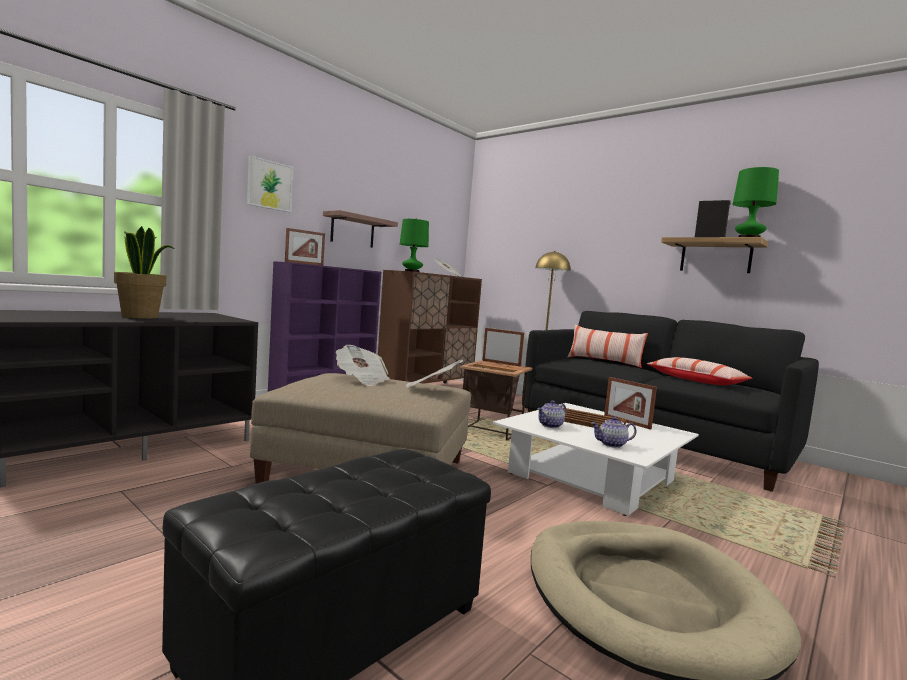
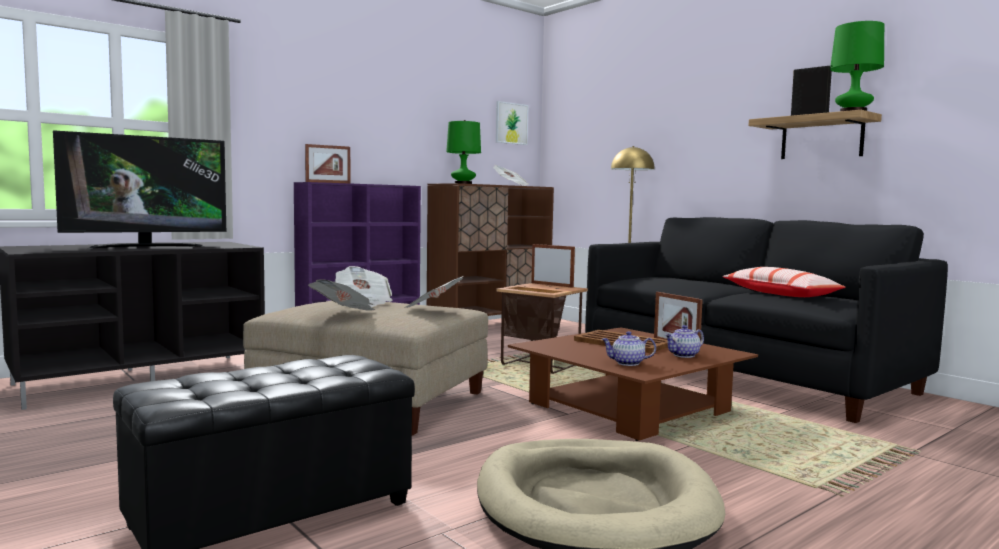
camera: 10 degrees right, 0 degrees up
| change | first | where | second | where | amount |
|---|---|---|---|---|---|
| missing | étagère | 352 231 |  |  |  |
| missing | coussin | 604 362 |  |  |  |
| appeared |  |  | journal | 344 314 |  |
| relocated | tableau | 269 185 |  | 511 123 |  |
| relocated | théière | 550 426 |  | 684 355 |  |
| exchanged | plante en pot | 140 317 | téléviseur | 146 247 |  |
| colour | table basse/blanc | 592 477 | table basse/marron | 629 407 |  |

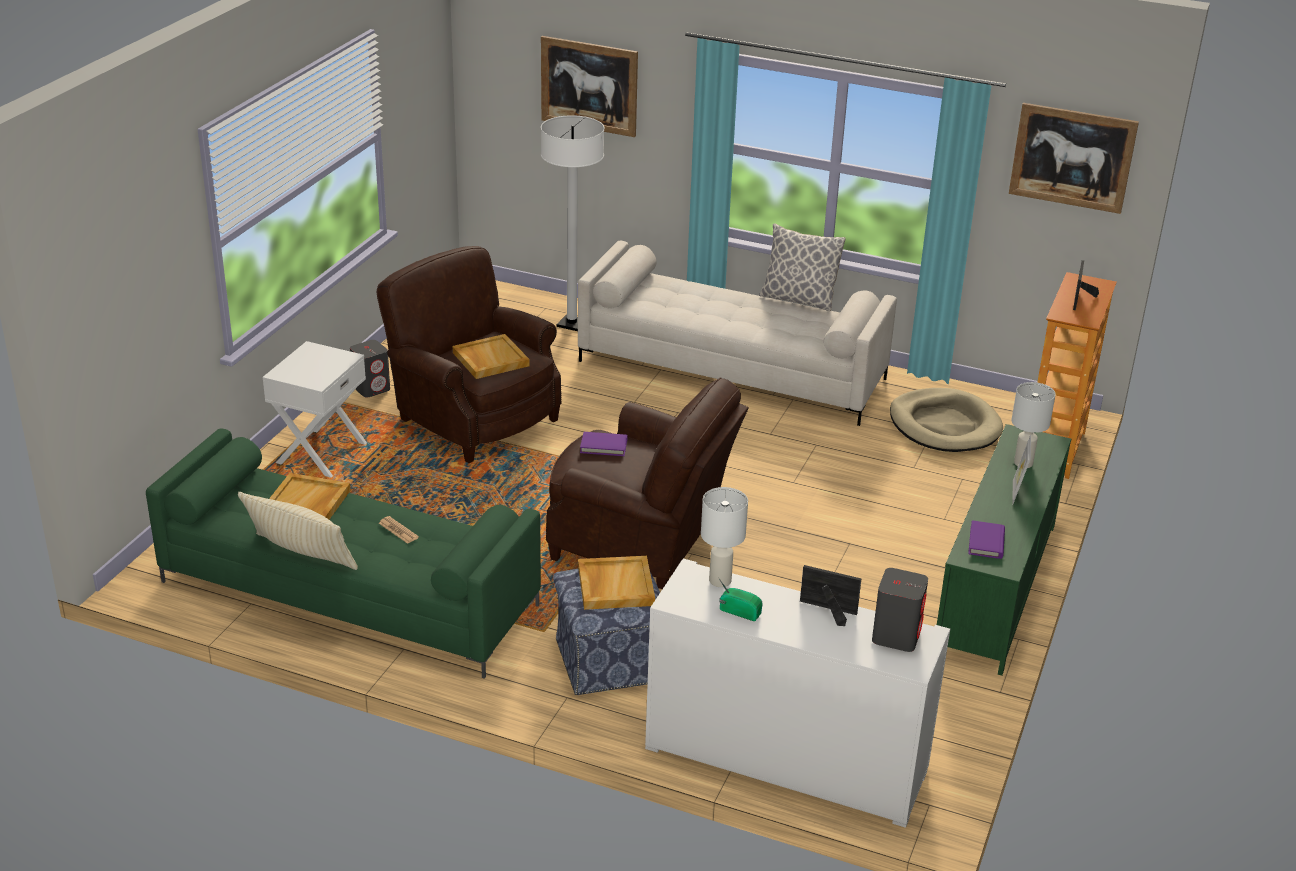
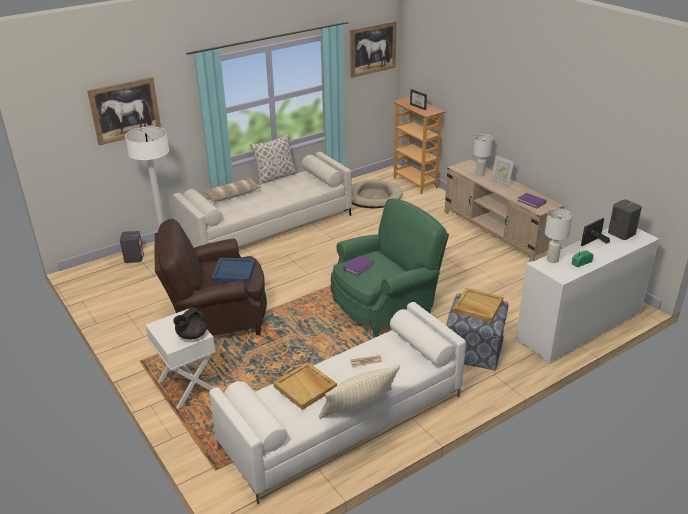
camera: 55 degrees left, 0 degrees up
| change | first | where | second | where | amount |
|---|---|---|---|---|---|
| appeared |  |  | théière/noir | 191 335 |  |
| appeared |  |  | coussin | 232 195 |  |
| relocated | enceinte/gris | 372 388 |  | 134 258 |  |
| colour | canapé/vert | 347 594 | canapé/blanc | 343 423 |  |
| colour | plateau/beige | 490 359 | plateau/bleu | 233 272 |  |
| colour | fauteuil/marron | 641 543 | fauteuil/vert | 386 306 |  |
| colour | meuble télé/vert | 996 588 | meuble télé/beige | 497 232 |  |

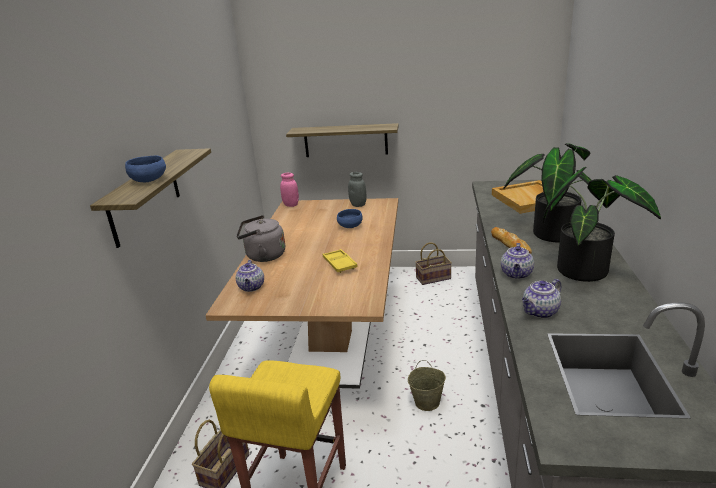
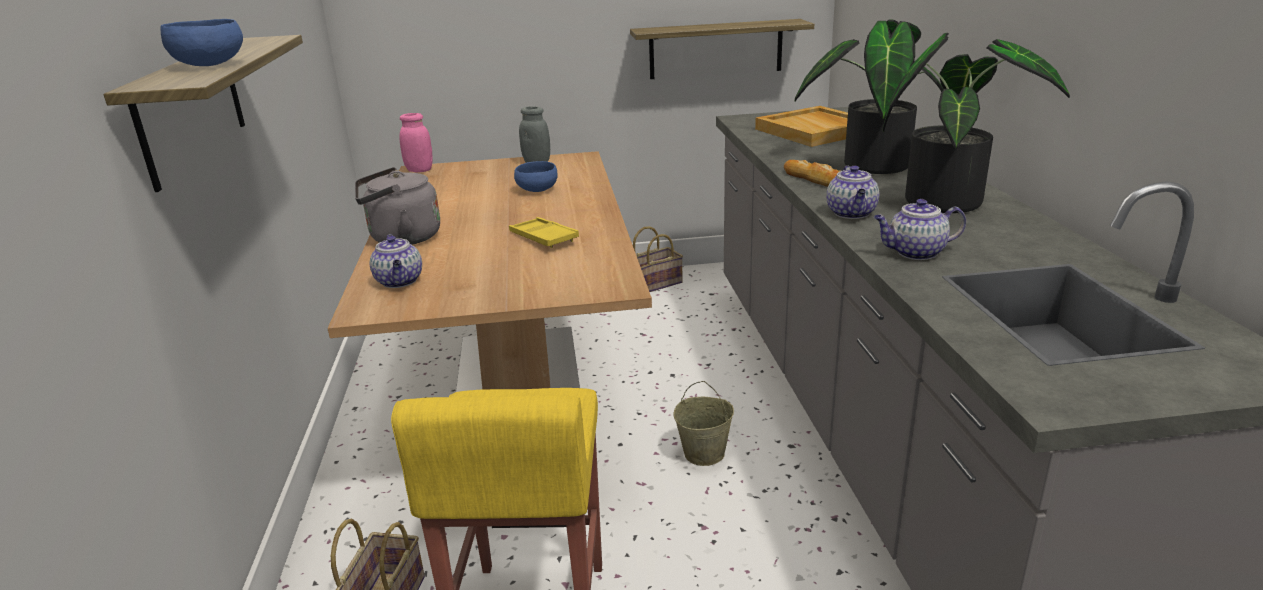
camera: 15 degrees left, 0 degrees up
| change | first | where | second | where | amount |
|---|---|---|---|---|---|
| relocated | étagère | 345 140 |  | 716 49 |  |
| spun | théière | 540 312 |  | 915 253 | 45 degrees clockwise |

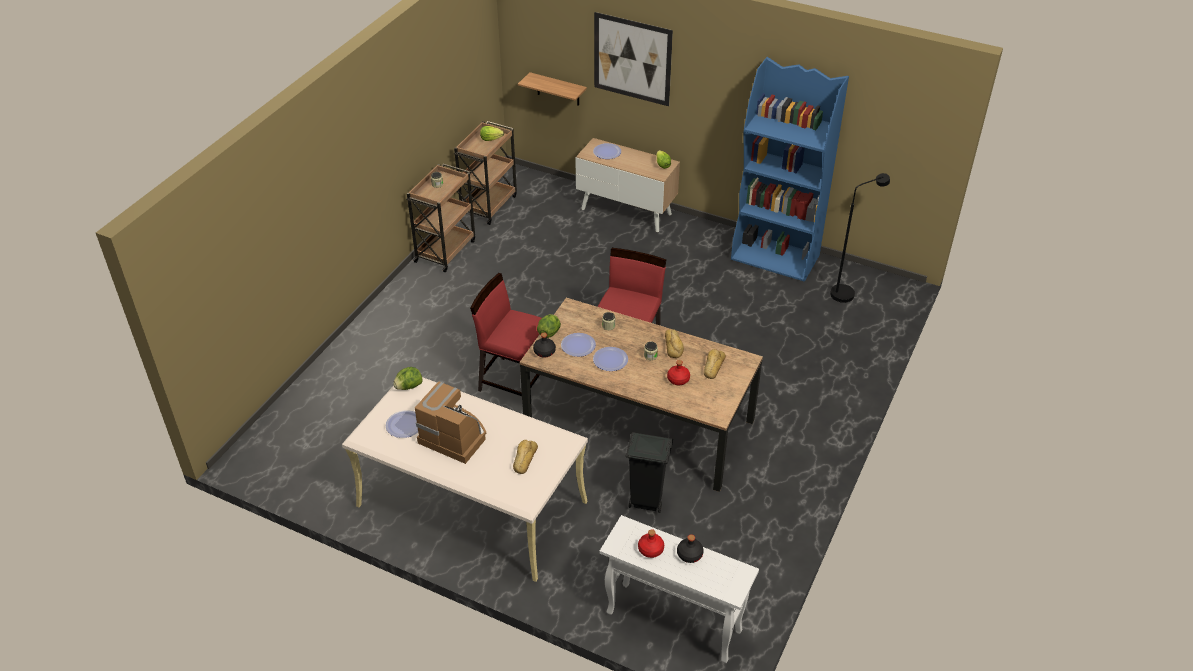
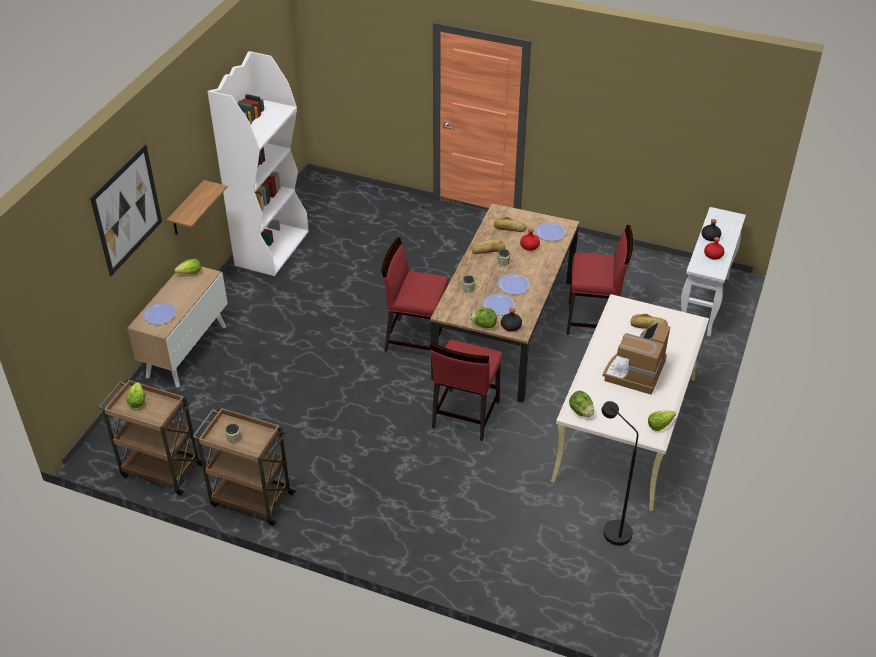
camera: 95 degrees left, 0 degrees up
| change | first | where | second | where | amount |
|---|---|---|---|---|---|
| appeared |  |  | laitue | 659 425 |  |
| relocated | assiette | 404 425 |  | 550 232 |  |
| relocated | étagère | 558 89 |  | 187 209 |  |
| relocated | lampadaire/noir | 847 292 |  | 611 528 |  |
| exchanged | poubelle/noir | 646 502 | chaise/rouge | 594 320 |  |
| colour | bibliothèque/bleu | 776 257 | bibliothèque/blanc | 272 248 |  |

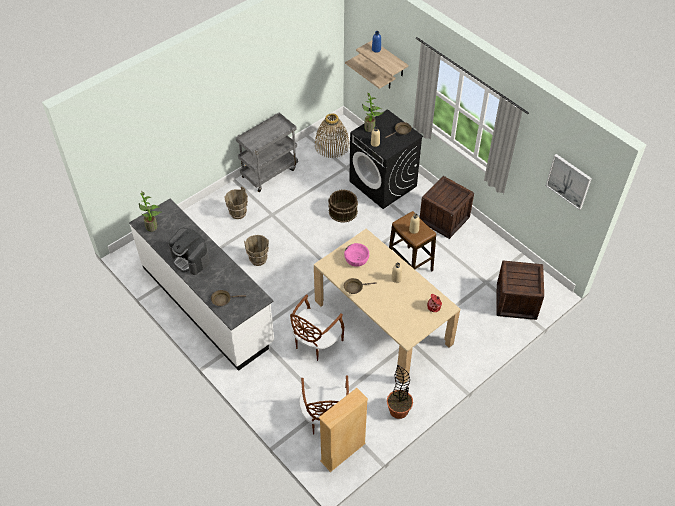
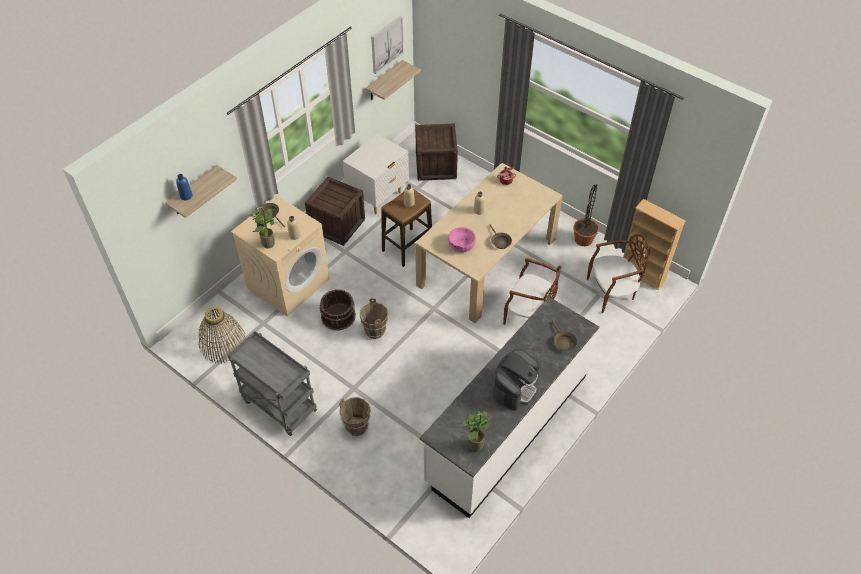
camera: 100 degrees left, 0 degrees up
| change | first | where | second | where | amount |
|---|---|---|---|---|---|
| appeared |  |  | table de chevet/blanc | 378 197 |  |
| relocated | seau/marron | 258 259 |  | 375 331 |  |
| relocated | étagère | 377 72 |  | 384 81 |  |
| colour | lave-linge/noir | 383 184 | lave-linge/beige | 288 283 |  |

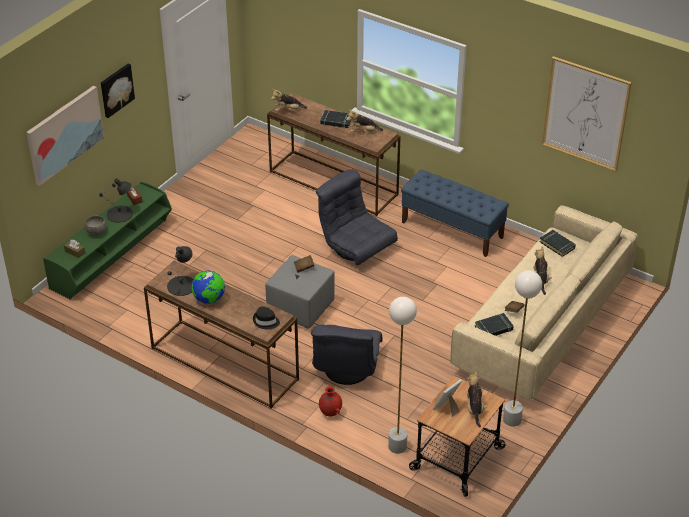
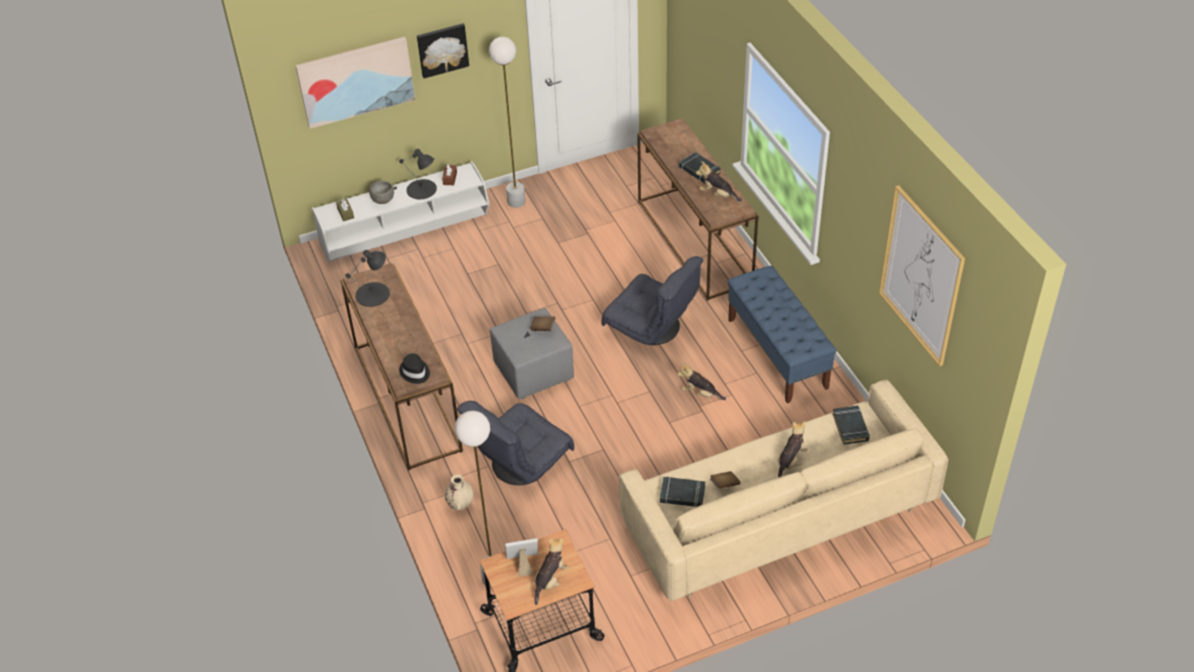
camera: 35 degrees right, 5 degrees up
| change | first | where | second | where | amount |
|---|---|---|---|---|---|
| missing | globe | 209 299 |  |  |  |
| relocated | peluche | 288 110 |  | 700 393 |  |
| relocated | lampadaire/blanc | 512 420 |  | 516 202 |  |
| colour | meuble télé/vert | 113 255 | meuble télé/blanc | 406 231 |  |
| colour | vase/rouge | 330 413 | vase/beige | 460 505 |  |
| spun | fauteuil/gris | 356 247 |  | 652 328 | 135 degrees clockwise |

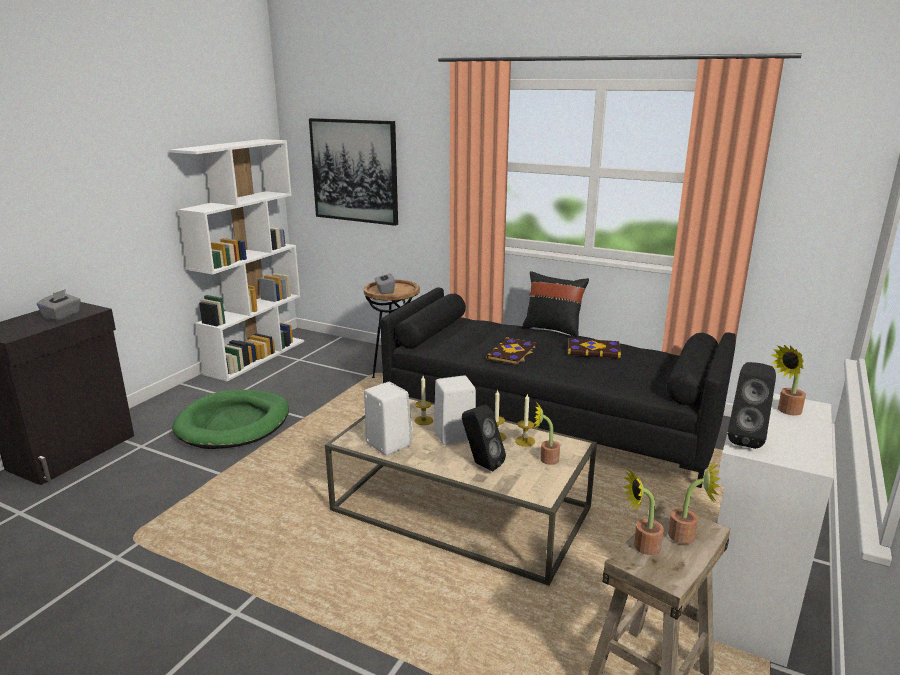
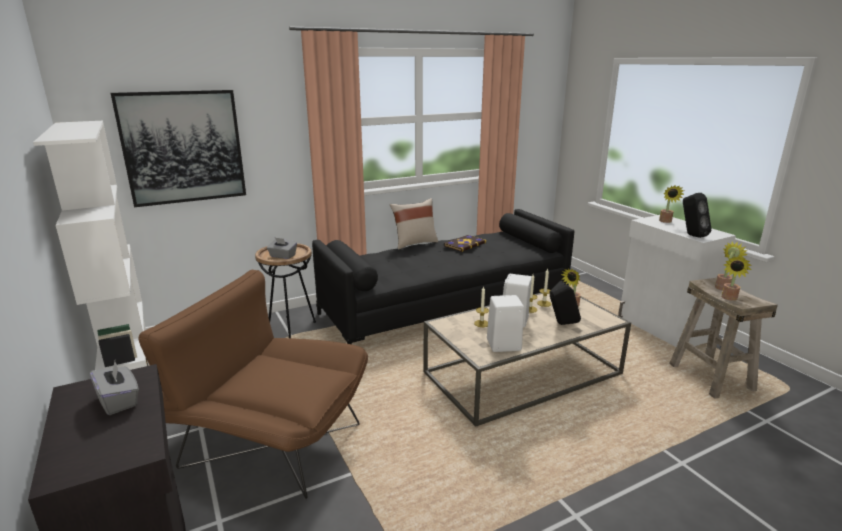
camera: 55 degrees left, 0 degrees up
| change | first | where | second | where | amount |
|---|---|---|---|---|---|
| missing | livre | 512 353 |  |  |  |
| exchanged | panier pour chien/vert | 234 423 | fauteuil/marron | 262 440 |  |
| colour | coussin/noir | 553 329 | coussin/beige | 414 243 |  |

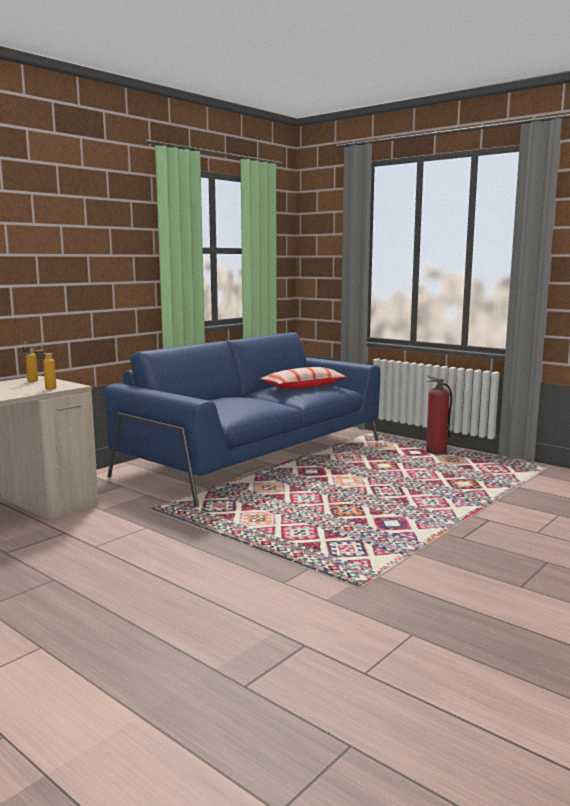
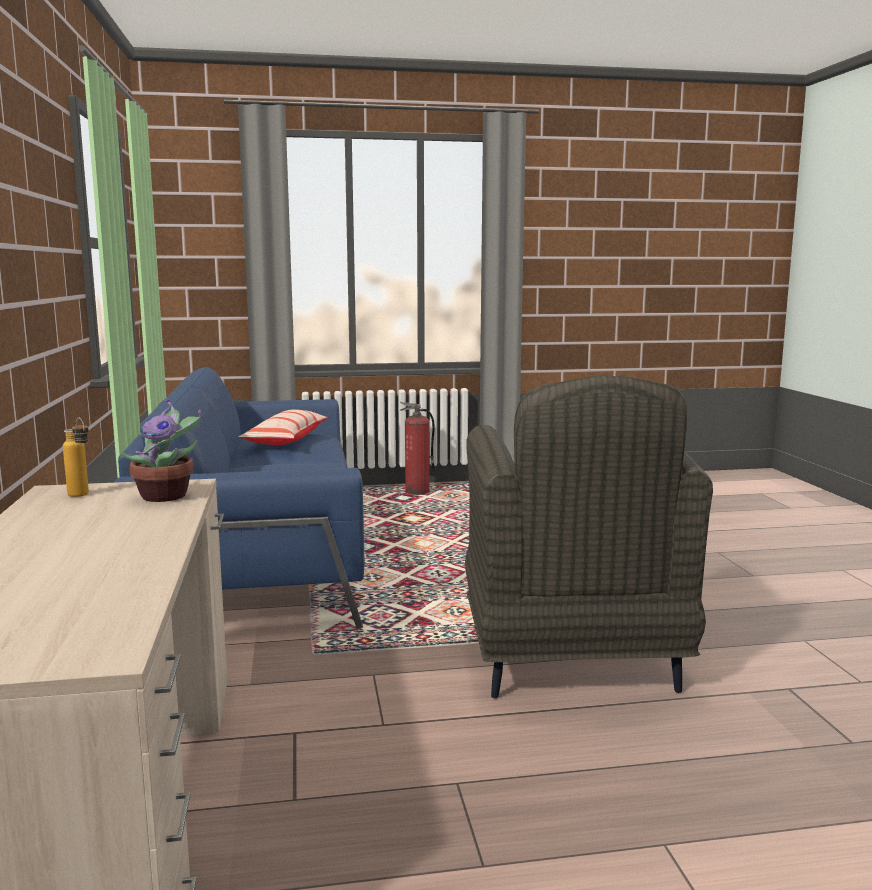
camera: 50 degrees left, 0 degrees up
| change | first | where | second | where | amount |
|---|---|---|---|---|---|
| appeared |  |  | fauteuil/gris | 571 660 |  |
| exchanged | bouteille | 46 388 | plante en pot | 167 496 |  |

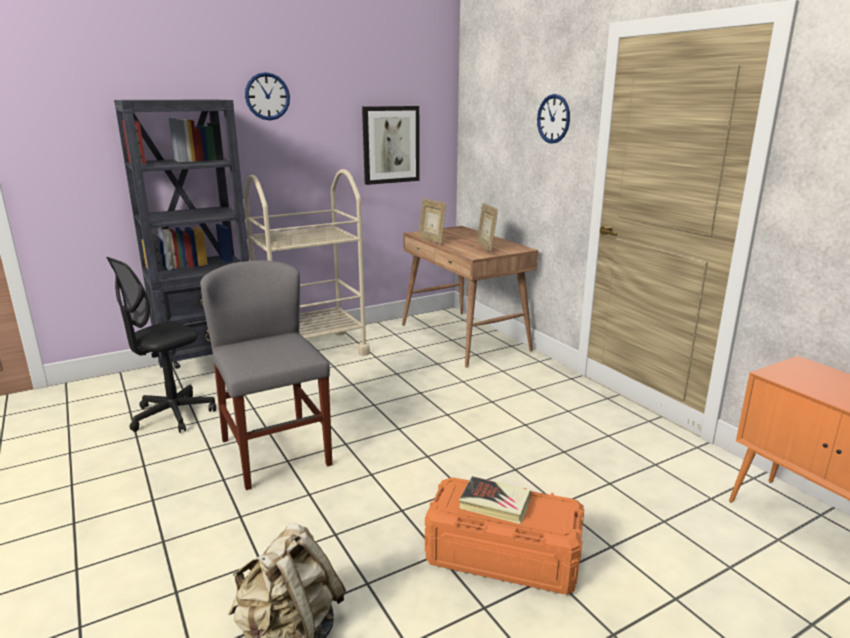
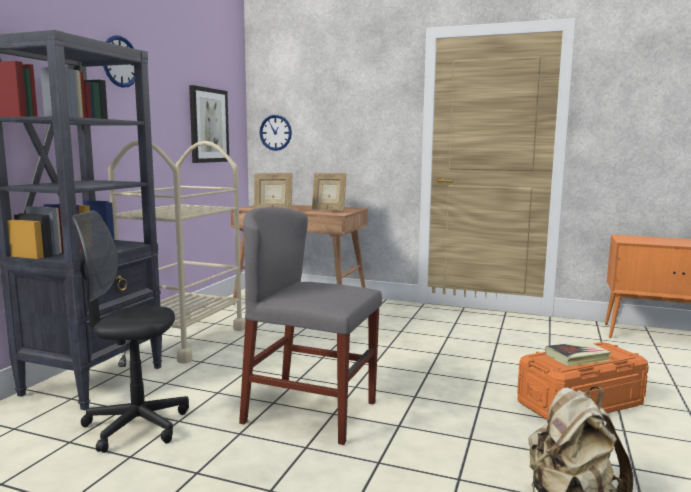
camera: 40 degrees left, 10 degrees down
| change | first | where | second | where | amount |
|---|---|---|---|---|---|
| relocated | horloge murale | 553 119 |  | 275 132 |  |
| spun | chaise de bureau/noir | 173 415 |  | 136 426 | 90 degrees clockwise |

